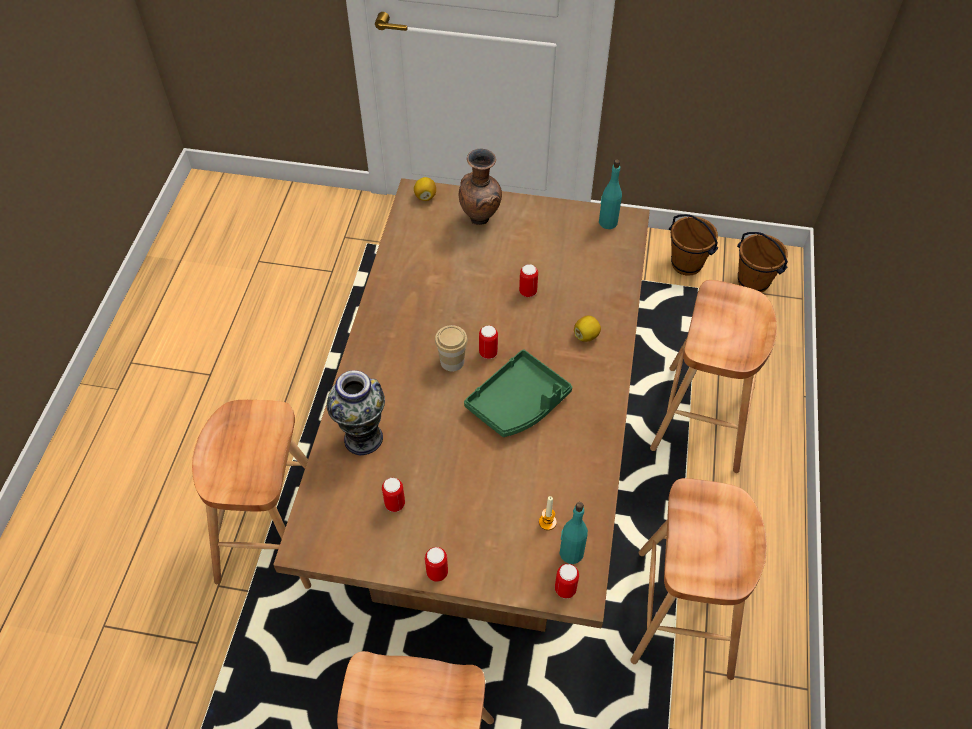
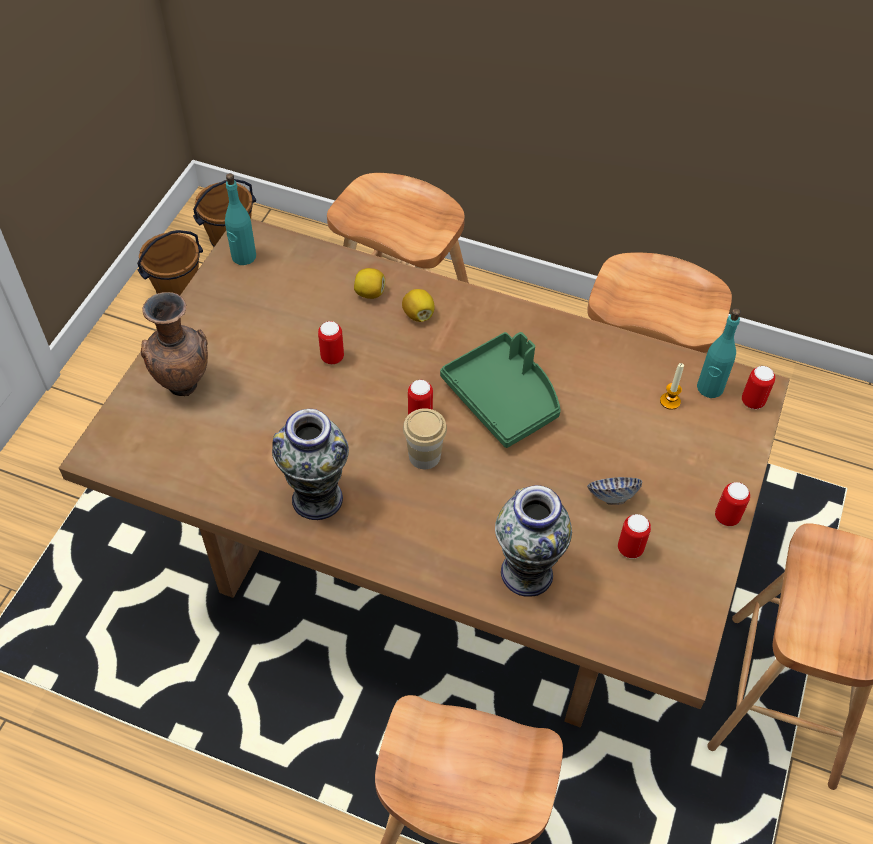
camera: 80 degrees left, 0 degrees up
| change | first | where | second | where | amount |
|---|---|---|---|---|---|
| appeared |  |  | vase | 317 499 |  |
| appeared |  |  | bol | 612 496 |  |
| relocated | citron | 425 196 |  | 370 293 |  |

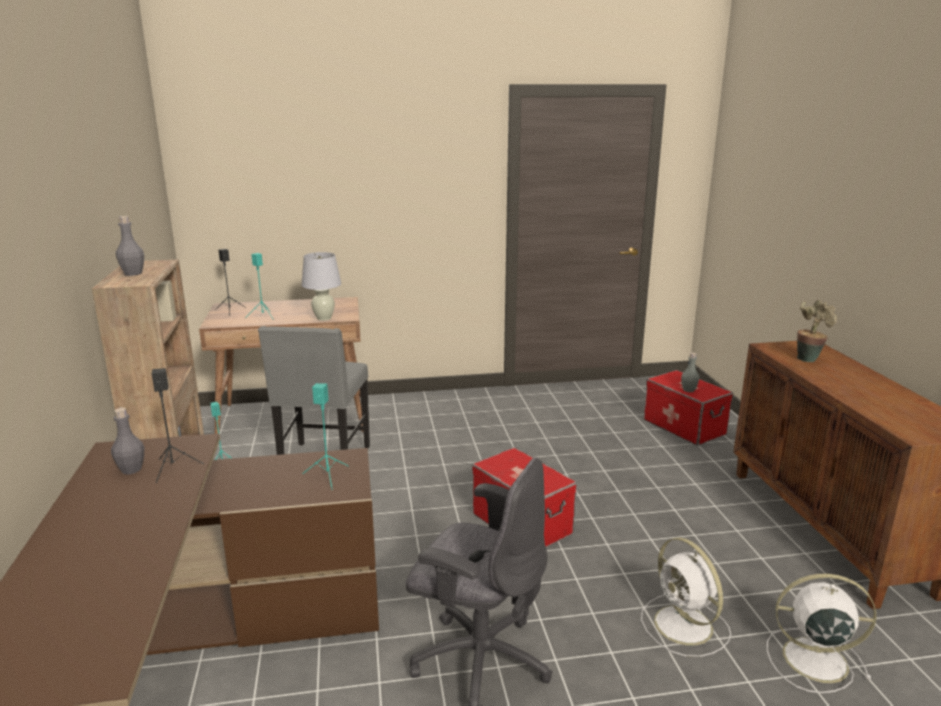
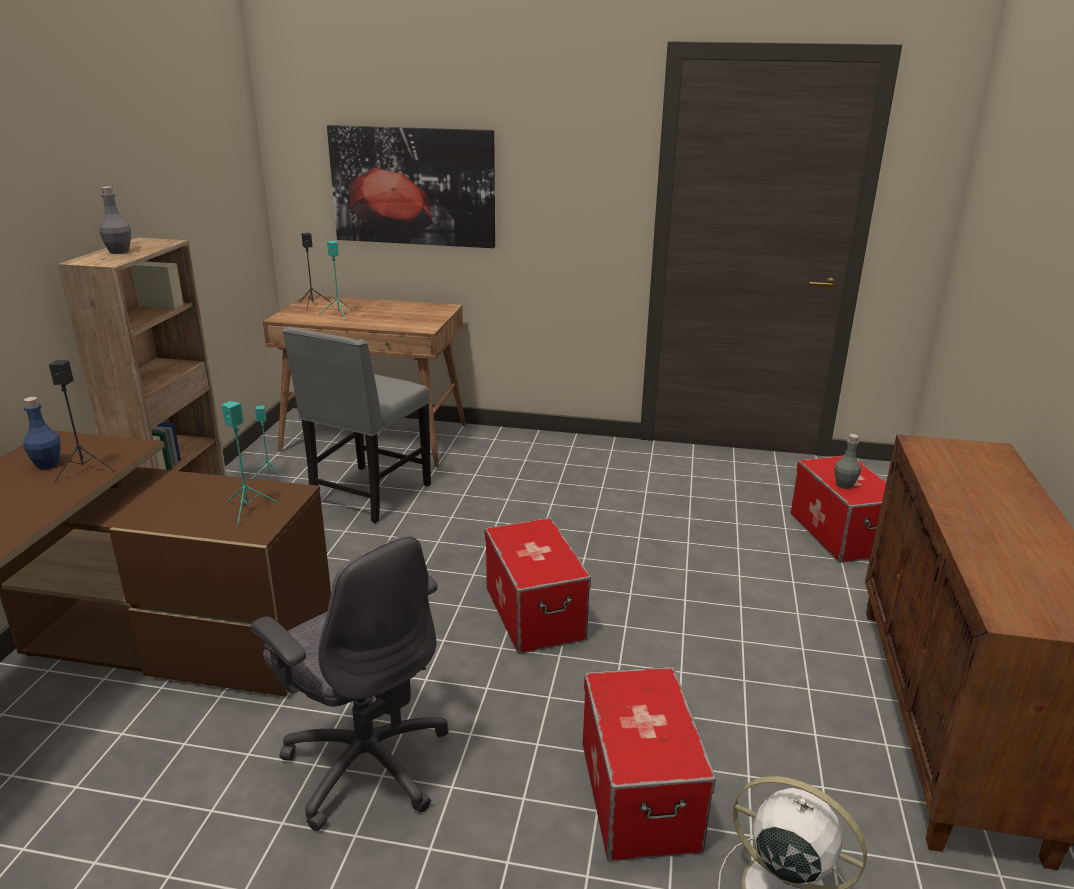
camera: 20 degrees right, 5 degrees up
| change | first | where | second | where | amount |
|---|---|---|---|---|---|
| missing | lampe de table/blanc | 324 318 |  |  |  |
| missing | plante en pot | 808 358 |  |  |  |
| appeared |  |  | tableau | 413 186 |  |
| exchanged | ventilateur/blanc | 685 626 | boîte de rangement | 640 795 |  |
| colour | bouteille/gris | 131 469 | bouteille/bleu | 47 464 |  |

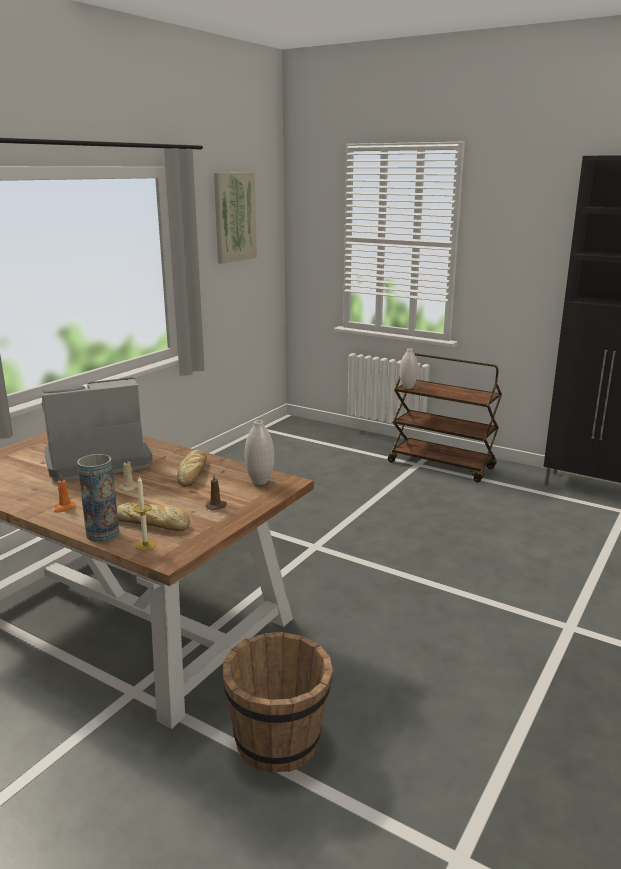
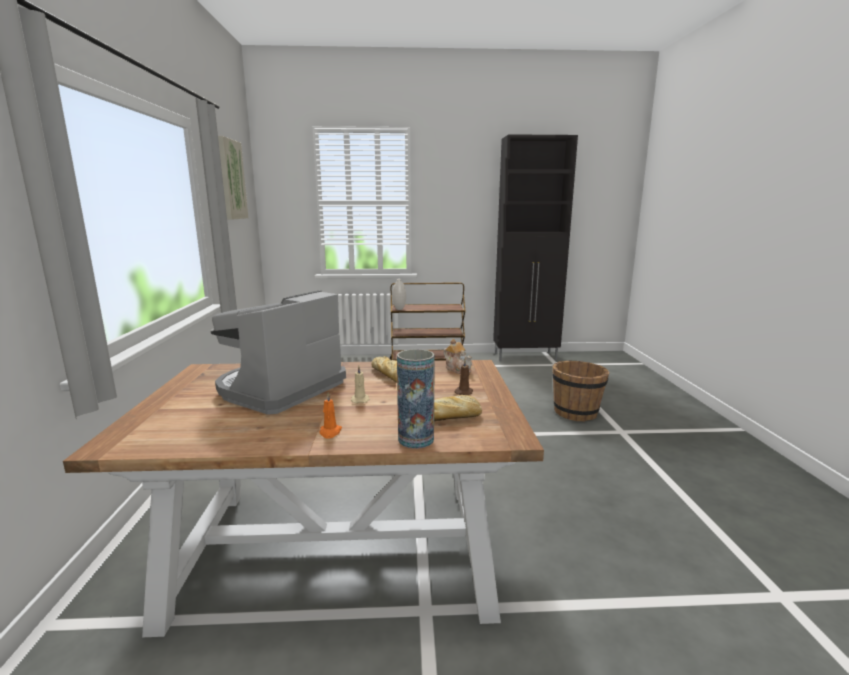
camera: 35 degrees left, 5 degrees down
| change | first | where | second | where | amount |
|---|---|---|---|---|---|
| missing | bougie | 145 545 |  |  |  |
| relocated | seau/marron | 279 741 |  | 576 412 |  |
| exchanged | vase/blanc | 260 482 | théière | 458 369 |  |

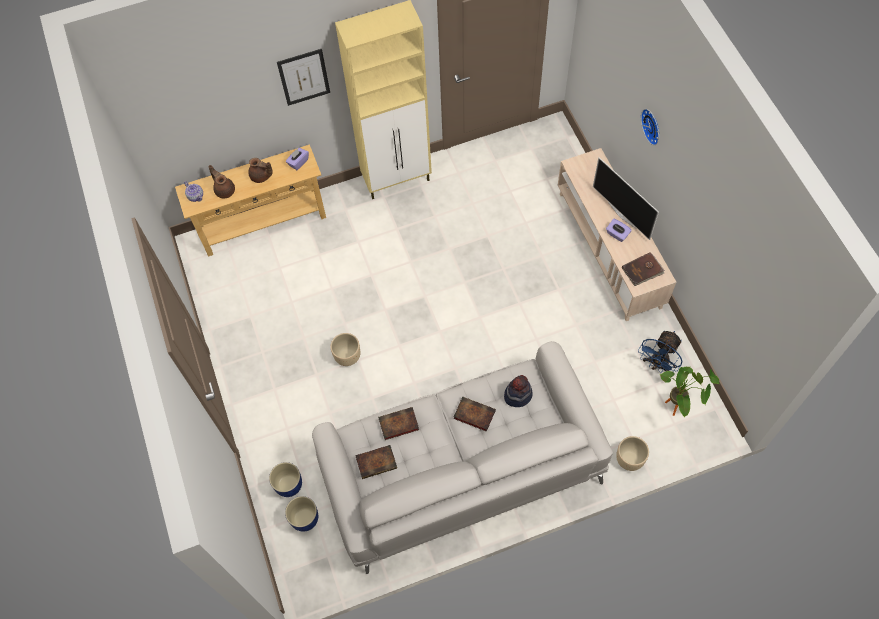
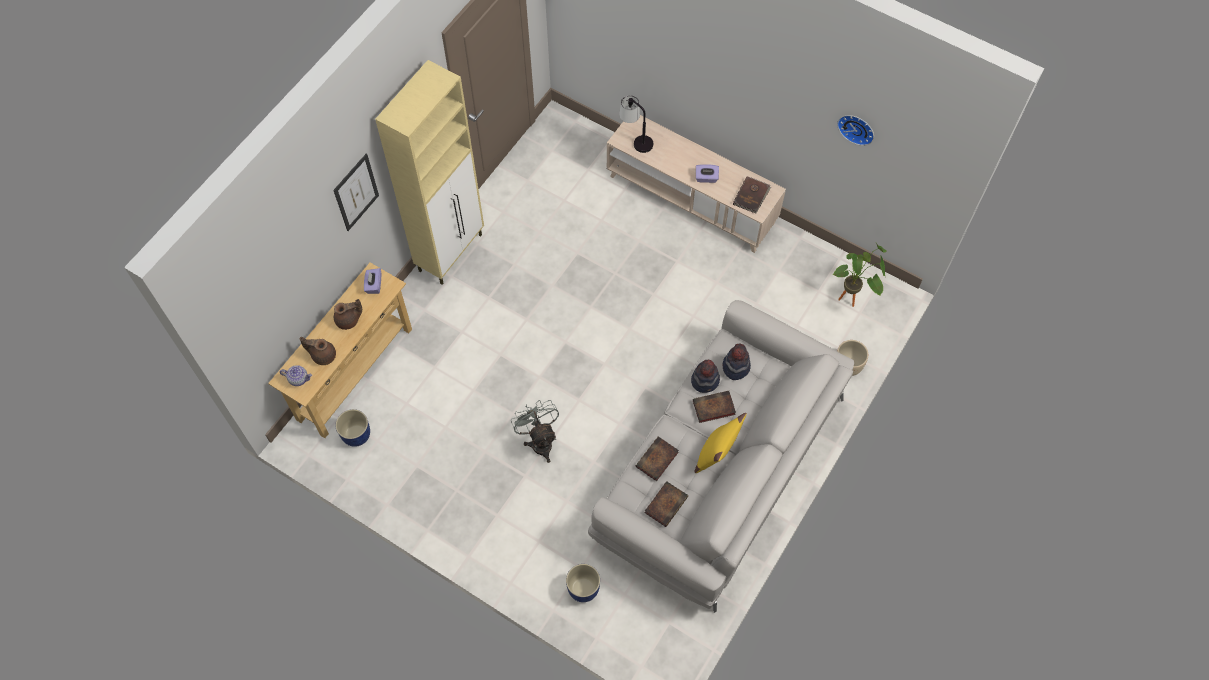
camera: 40 degrees left, 0 degrees up
| change | first | where | second | where | amount |
|---|---|---|---|---|---|
| missing | téléviseur | 622 214 |  |  |  |
| missing | ventilateur/bleu | 657 365 |  |  |  |
| appeared |  |  | lampe de table | 636 139 |  |
| appeared |  |  | chapeau | 705 380 |  |
| appeared |  |  | coussin/jaune | 717 453 |  |
| relocated | cache-pot/bleu | 304 518 |  | 356 435 |  |
| relocated | horloge murale | 652 126 |  | 857 128 |  |
| exchanged | cache-pot/beige | 347 356 | ventilateur/gris | 540 441 |  |

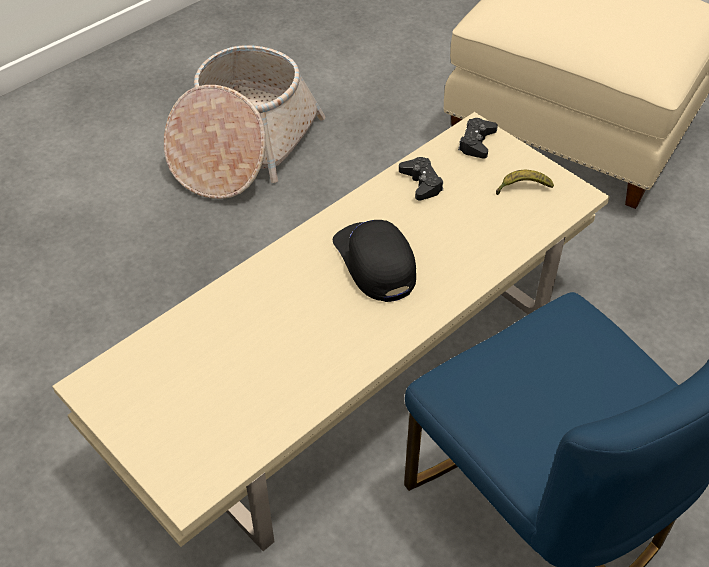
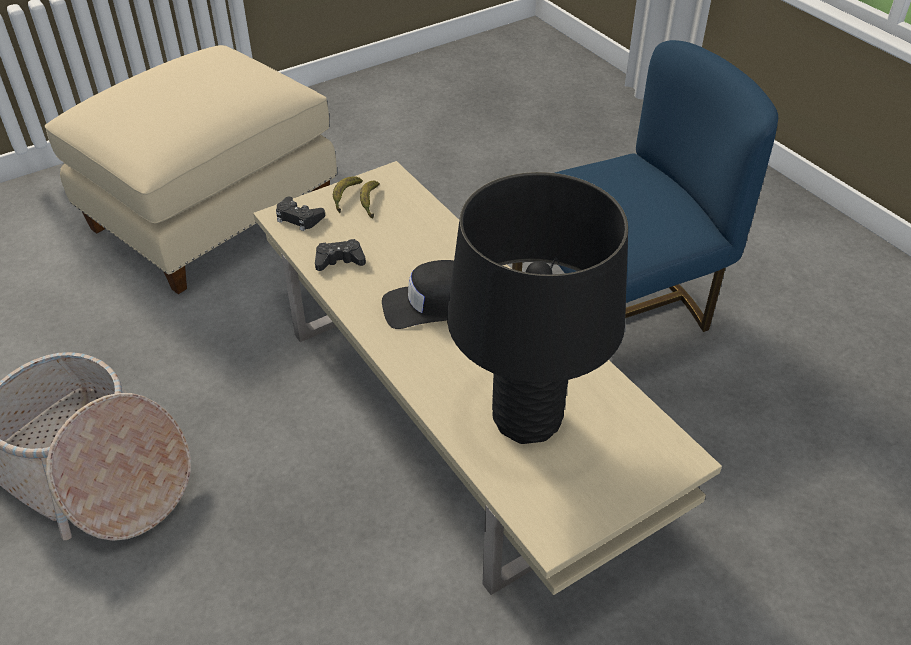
camera: 80 degrees left, 5 degrees down
| change | first | where | second | where | amount |
|---|---|---|---|---|---|
| appeared |  |  | banane | 345 197 |  |
| appeared |  |  | lampe de table/noir | 527 419 |  |

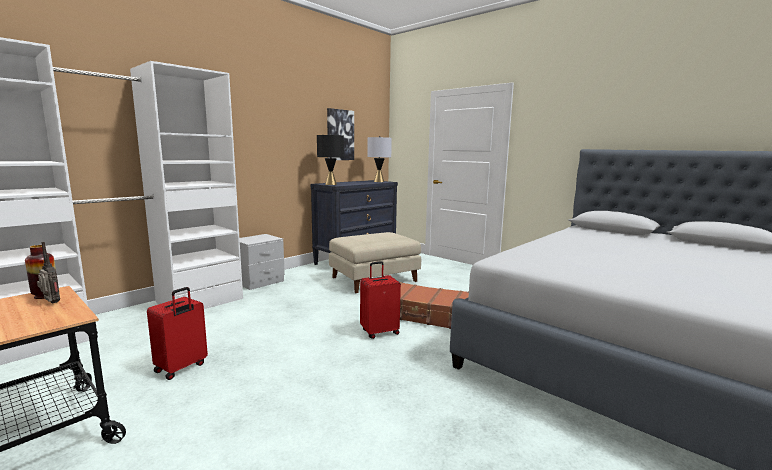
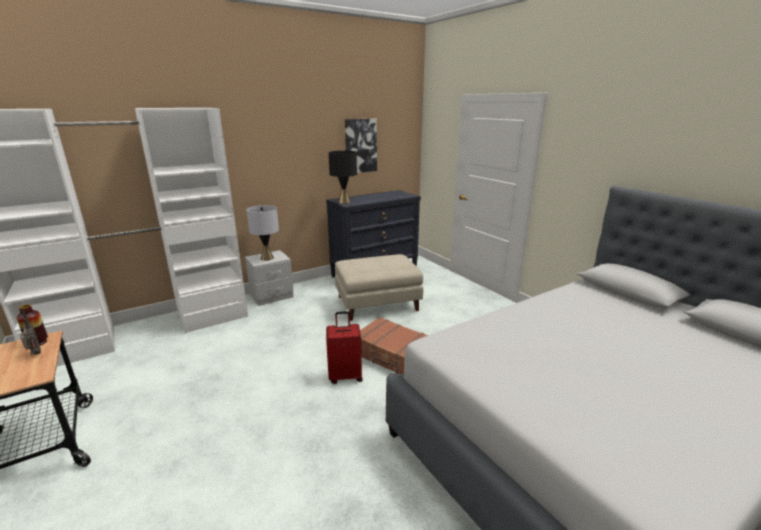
camera: 15 degrees right, 10 degrees up
| change | first | where | second | where | amount |
|---|---|---|---|---|---|
| missing | valise/rouge | 181 368 |  |  |  |
| relocated | lampe de table/gris | 379 181 |  | 267 258 |  |

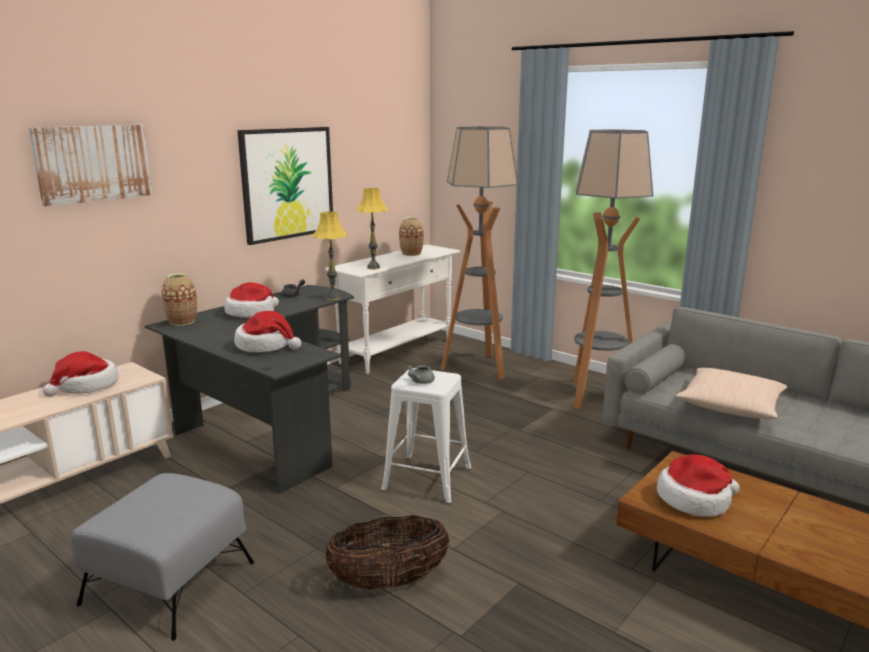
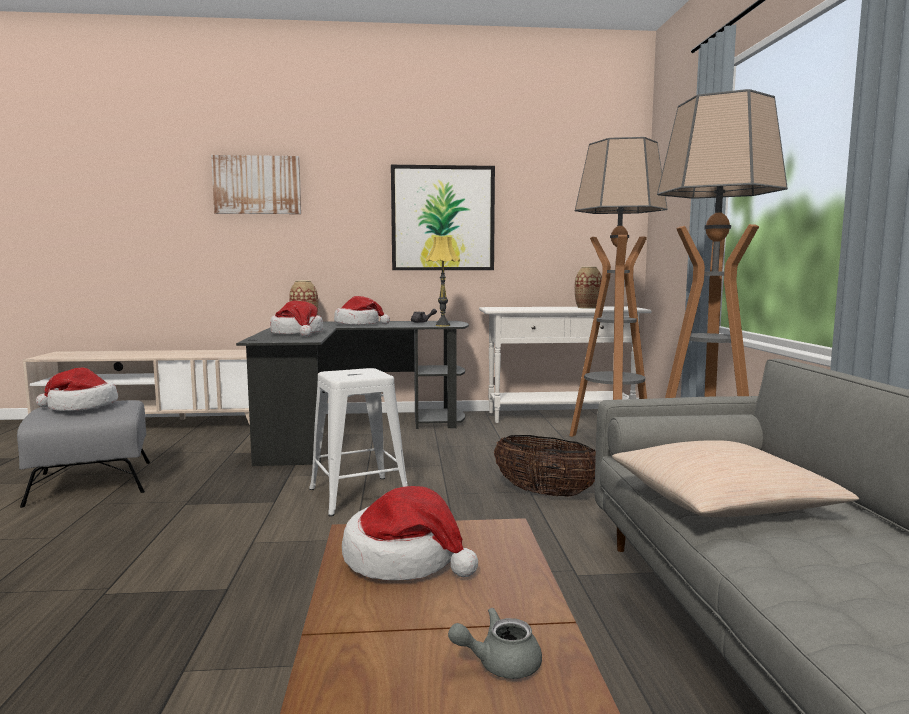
camera: 45 degrees right, 10 degrees down
| change | first | where | second | where | amount |
|---|---|---|---|---|---|
| missing | lampe de table/jaune | 373 268 |  |  |  |
| relocated | chapeau | 86 386 |  | 81 407 |  |
| relocated | panier | 389 581 |  | 545 494 |  |
| relocated | théière/gris | 420 382 |  | 499 664 |  |

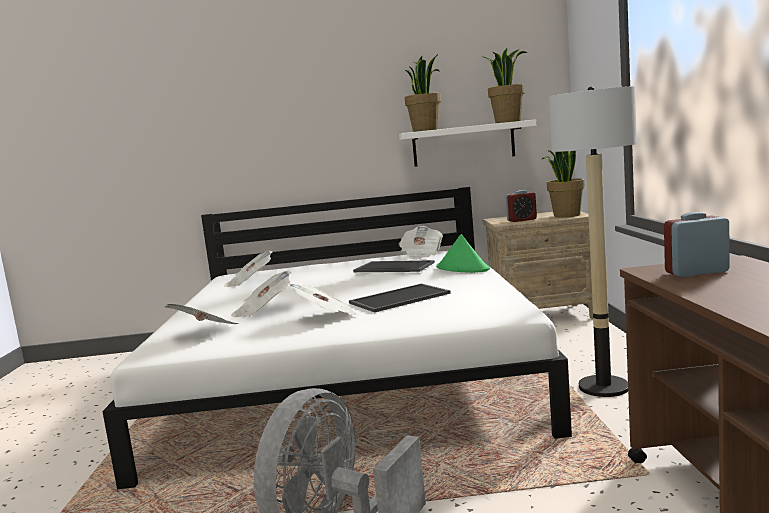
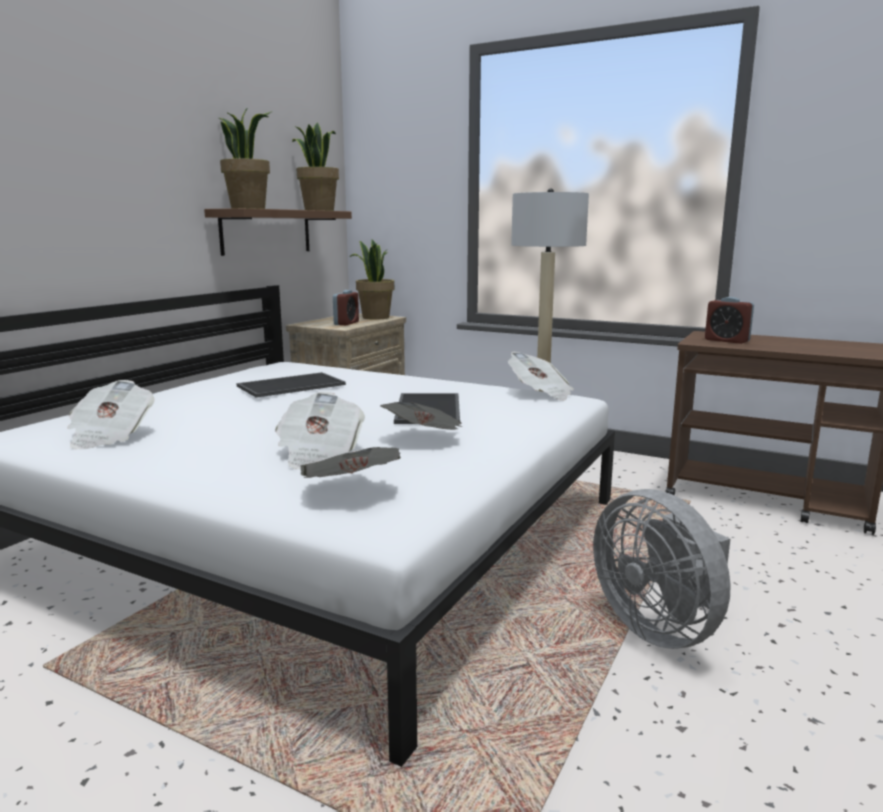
camera: 60 degrees left, 5 degrees up
| change | first | where | second | where | amount |
|---|---|---|---|---|---|
| missing | chapeau/vert | 463 268 |  |  |  |
| relocated | journal | 421 255 |  | 540 394 |  |
| colour | étagère/blanc | 463 144 | étagère/marron | 266 232 |  |
| spun | réveil | 696 272 |  | 726 340 | 75 degrees counterclockwise |

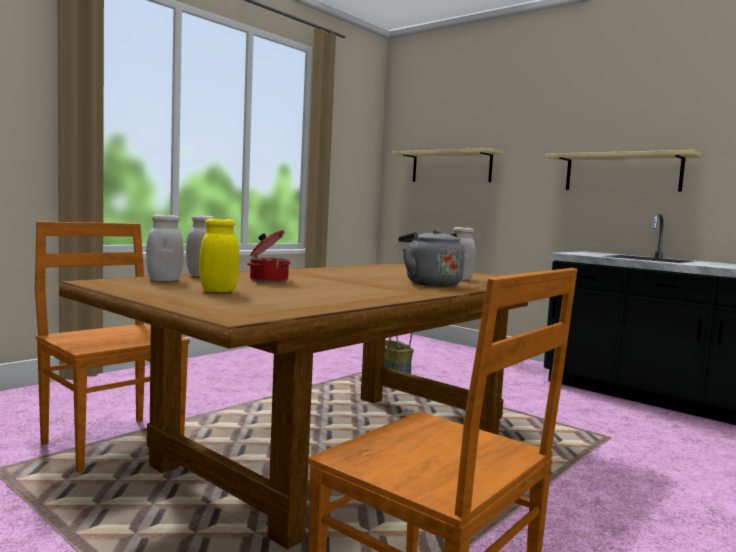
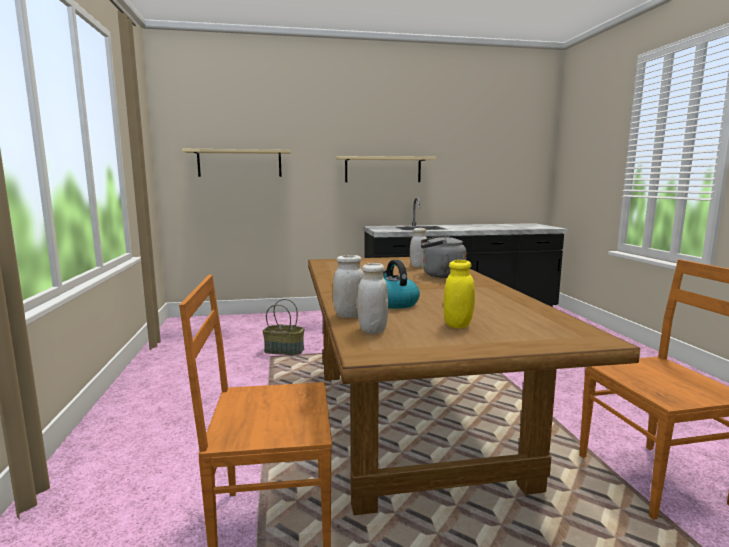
camera: 50 degrees left, 5 degrees up
| change | first | where | second | where | amount |
|---|---|---|---|---|---|
| exchanged | marmite | 268 280 | bouilloire | 395 303 |  |

